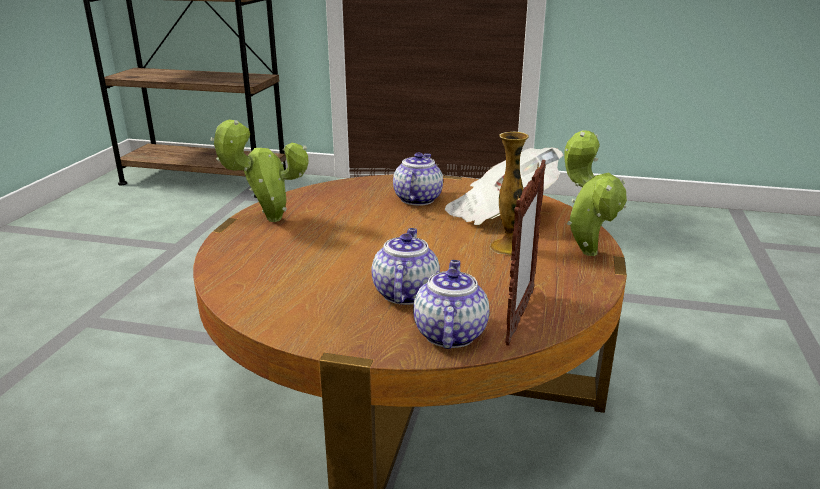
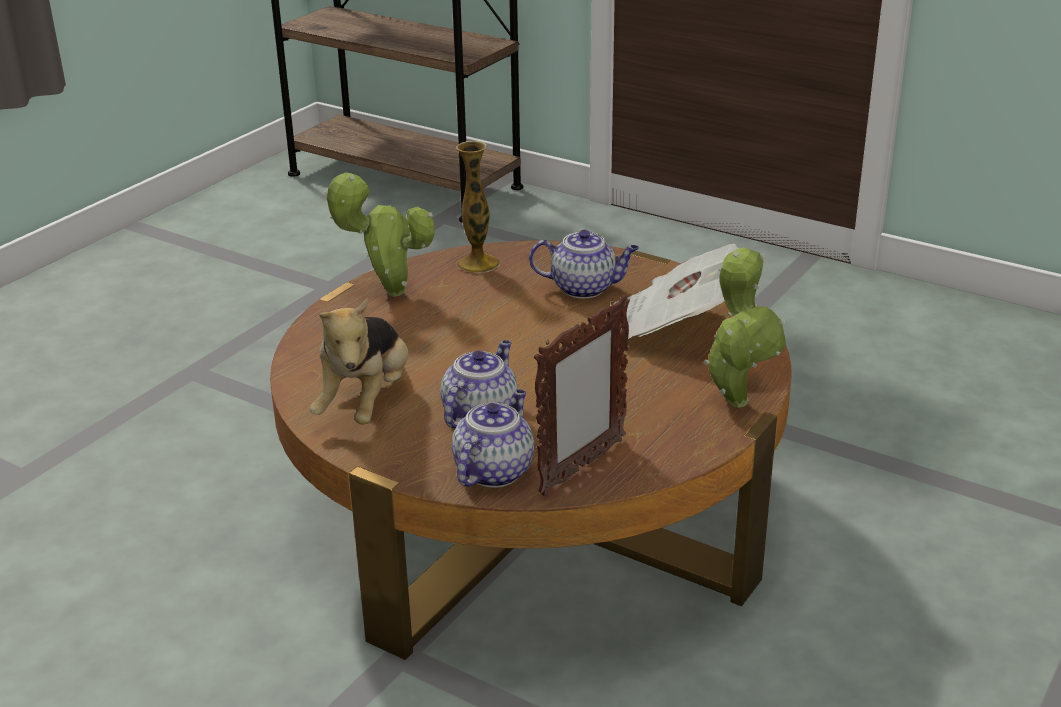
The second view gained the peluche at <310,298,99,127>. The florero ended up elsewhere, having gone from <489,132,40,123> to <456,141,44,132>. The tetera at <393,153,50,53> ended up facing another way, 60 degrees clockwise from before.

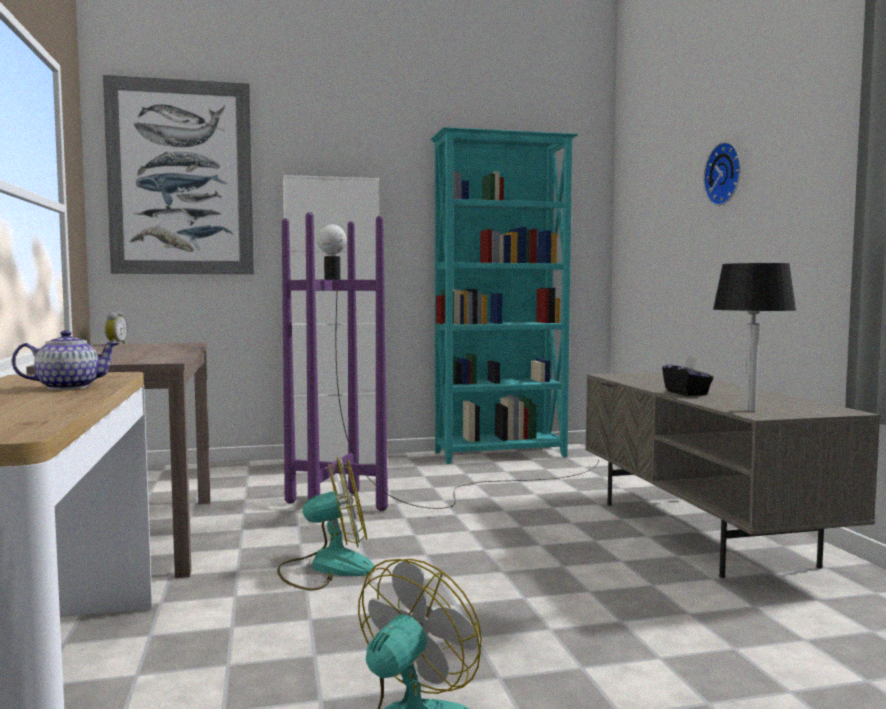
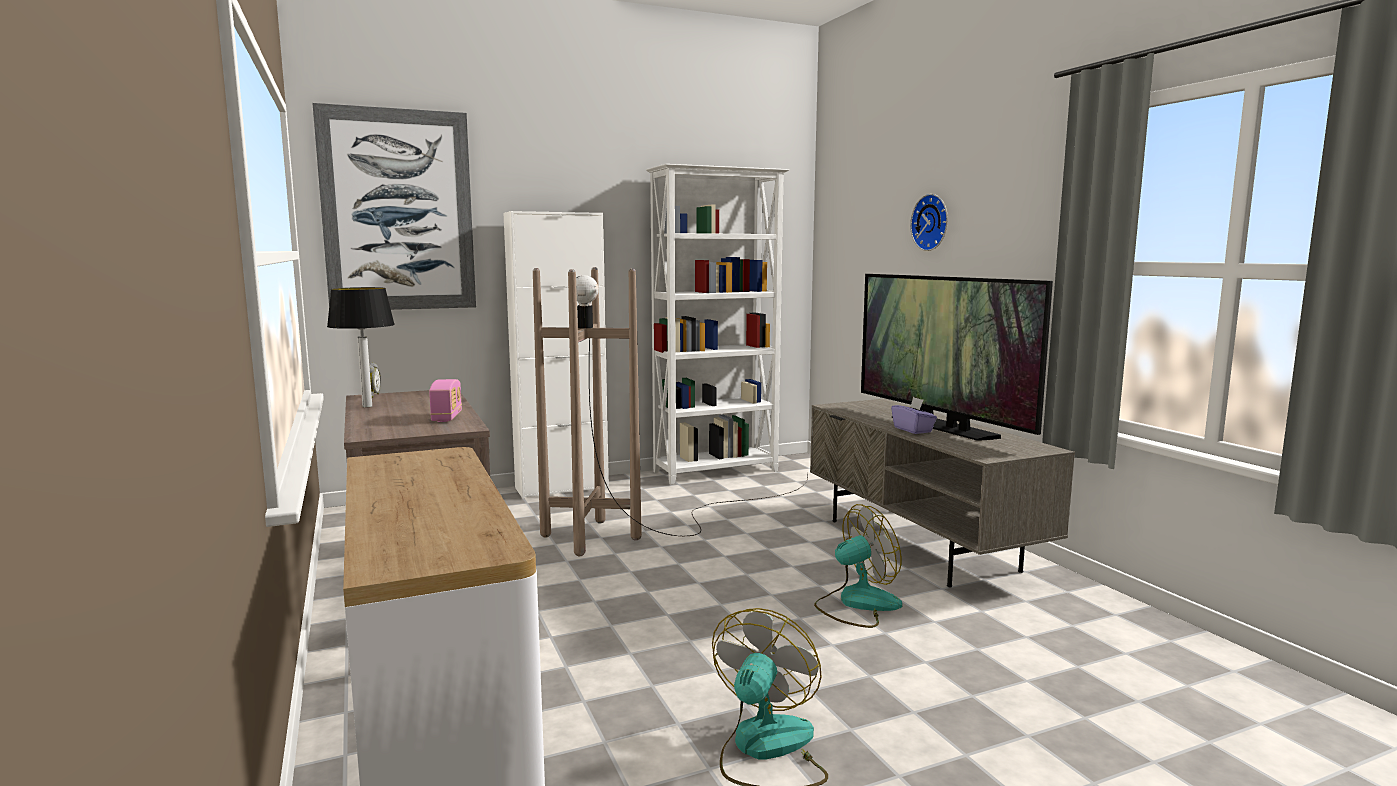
The lámpara de mesa ended up elsewhere, having gone from <713,263,83,148> to <327,287,68,120>. The second view gained the radio at <429,379,33,43>. What was the lámpara de pie/morado at <282,212,317,299> turned into the lámpara de pie/marrón at <533,267,275,289>. What was the estantería/turquesa at <430,127,148,337> turned into the estantería/blanco at <646,164,143,321>. The ventilador ended up elsewhere, having gone from <277,456,97,135> to <814,504,88,124>. The second view gained the televisor at <861,274,192,167>. What was the caja de pañuelos/negro at <662,356,52,40> turned into the caja de pañuelos/morado at <891,397,46,37>. The second view lost the tetera at <11,330,109,60>.

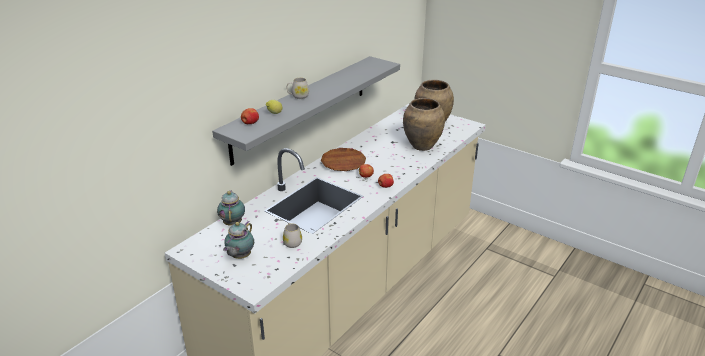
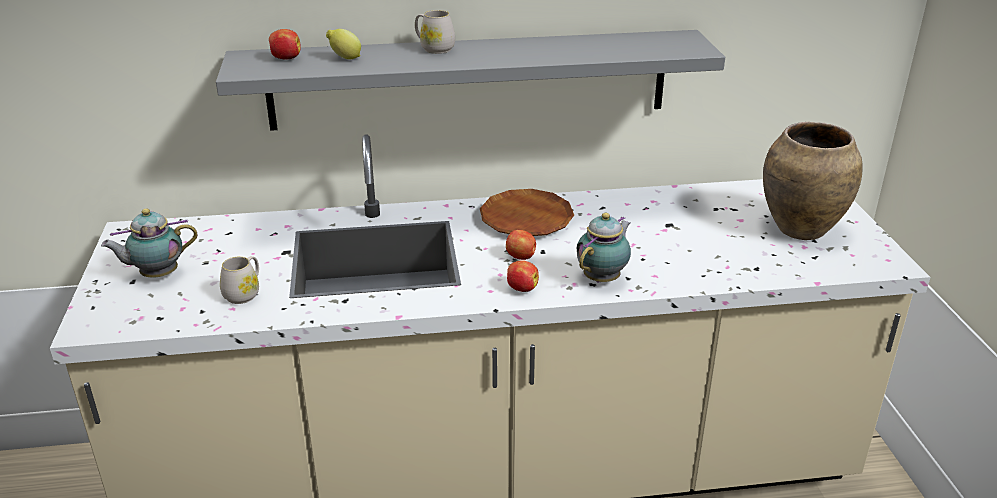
The tetera ended up elsewhere, having gone from <217,190,28,36> to <577,213,54,70>. The second view lost the florero/marrón at <403,98,42,53>.

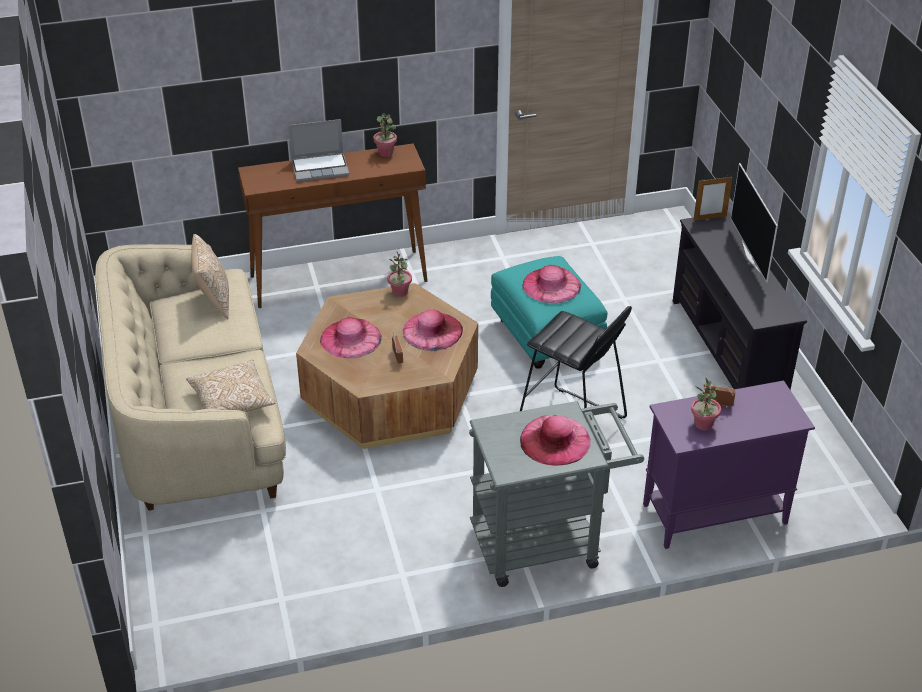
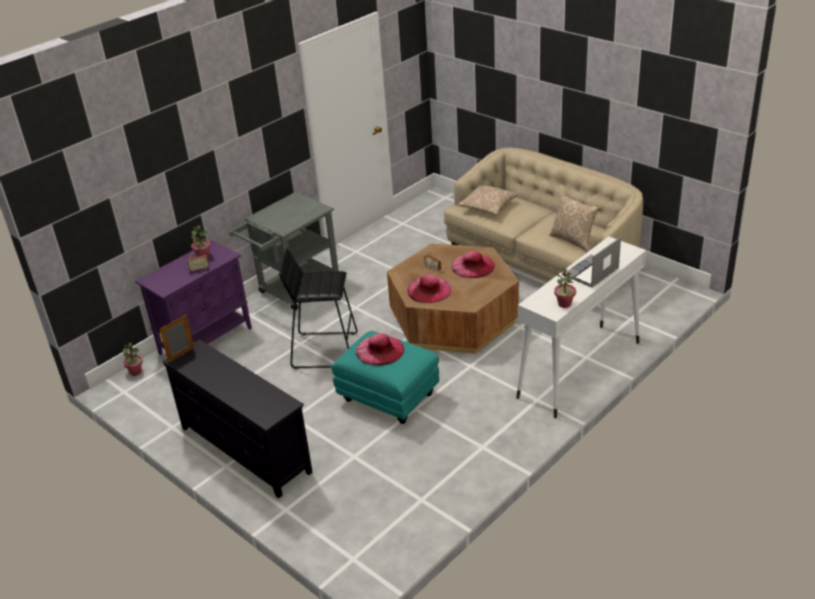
The planta en maceta ended up elsewhere, having gone from <387,252,25,45> to <122,343,21,33>. The portarretratos ended up elsewhere, having gone from <693,177,40,44> to <159,315,35,47>. What was the mesa consola/marrón at <238,143,190,165> turned into the mesa consola/blanco at <516,236,130,182>. The second view lost the sombrero/rosa at <520,415,71,51>. The second view lost the televisor at <731,163,47,120>.

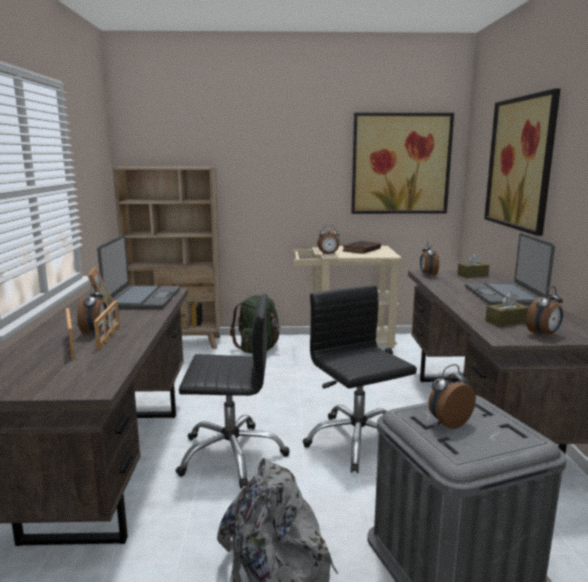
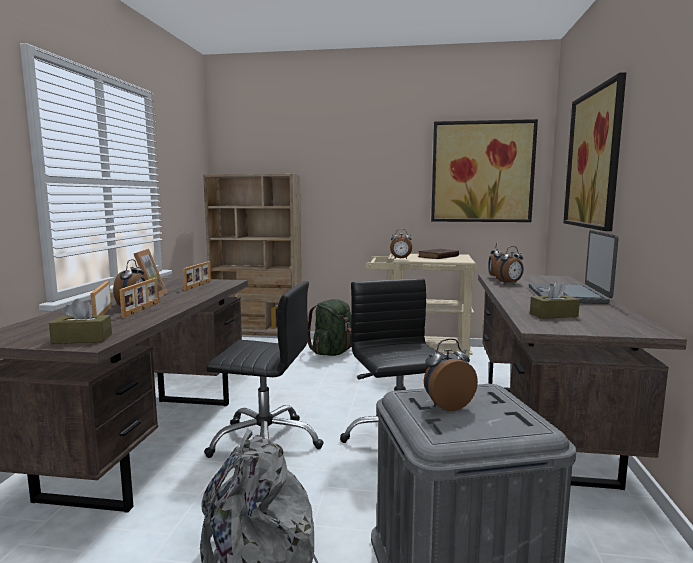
The caja de pañuelos/marrón ended up elsewhere, having gone from <457,253,32,25> to <49,299,63,45>. Where the portátil stood at <97,235,83,74>, the portarretratos came to stand at <183,261,28,30>. The despertador ended up elsewhere, having gone from <526,287,37,50> to <495,246,29,38>.

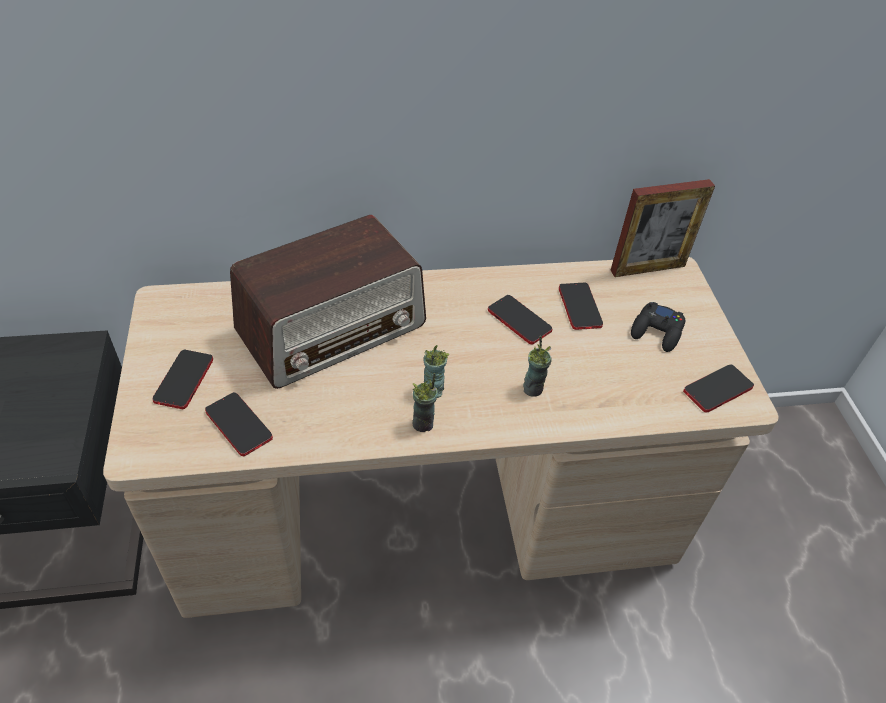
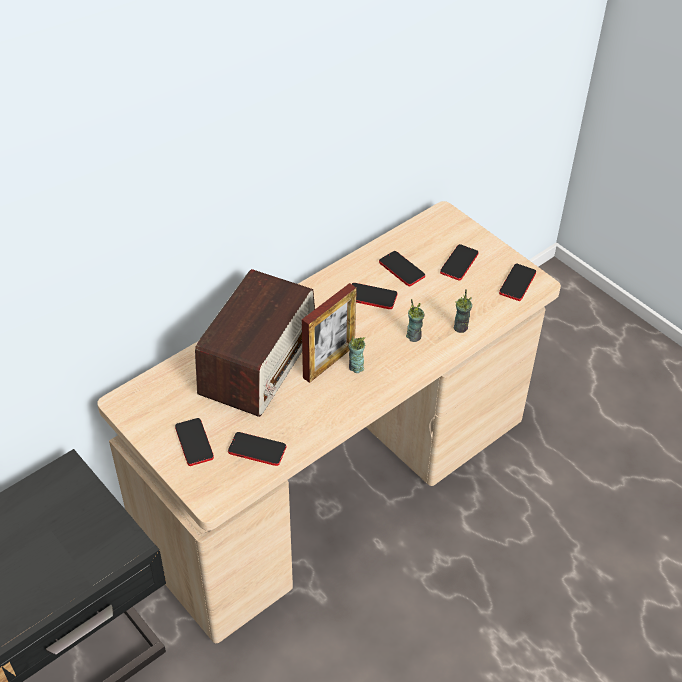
The portarretratos ended up elsewhere, having gone from <611,179,104,98> to <302,283,55,100>. Where the mando de consola/negro stood at <631,302,54,50>, the móvil came to stand at <440,244,38,37>. The taza ended up elsewhere, having gone from <413,373,25,59> to <454,289,18,44>.

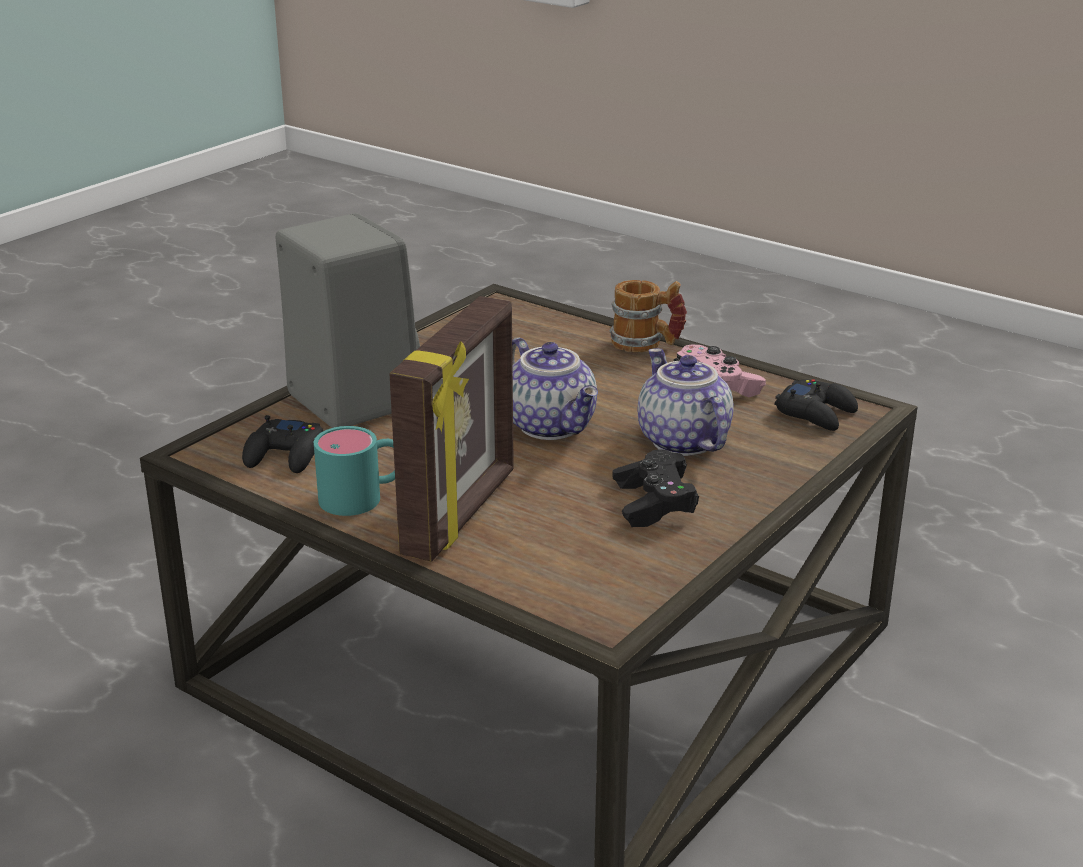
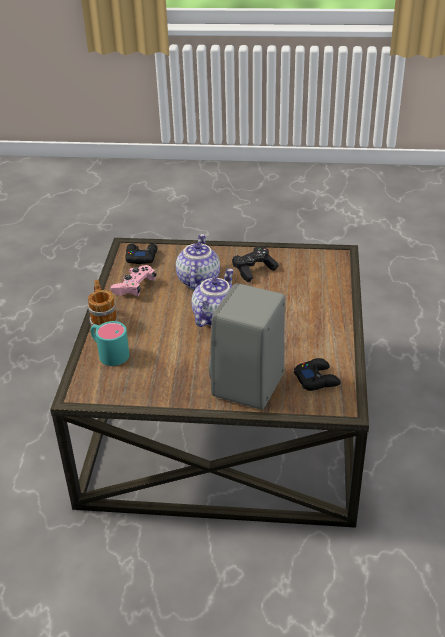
The taza grande/turquesa ended up elsewhere, having gone from <314,426,81,90> to <91,321,38,45>. The tetera at <638,348,96,108> ended up facing another way, 150 degrees clockwise from before. The second view lost the portarretratos at <390,296,124,266>.

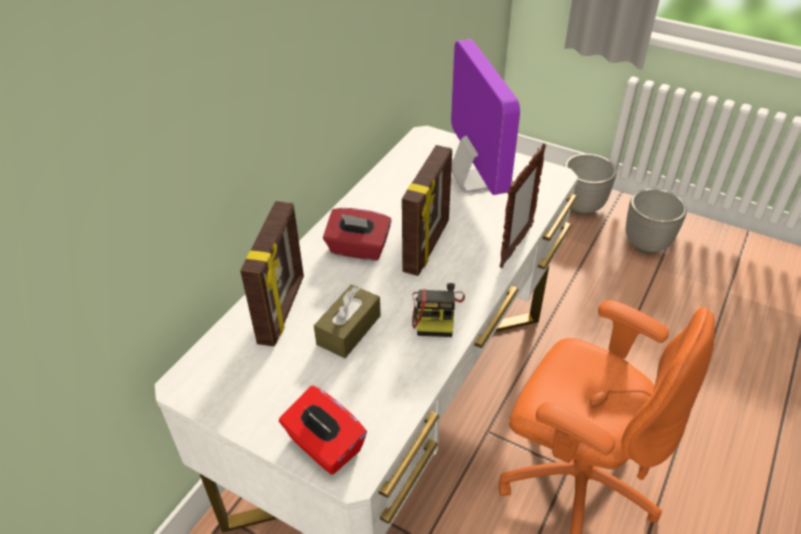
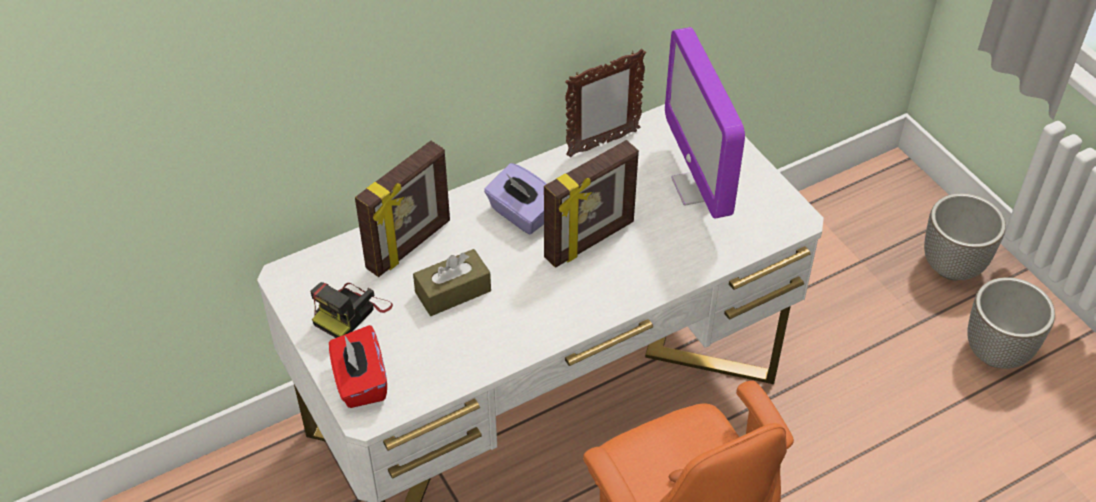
The cámara ended up elsewhere, having gone from <412,283,53,54> to <310,282,83,56>. What was the caja de pañuelos/rojo at <323,208,69,53> turned into the caja de pañuelos/morado at <484,163,63,71>. The portarretratos ended up elsewhere, having gone from <499,143,47,125> to <565,49,81,108>. The monitor at <451,39,69,156> ended up facing another way, 150 degrees clockwise from before.

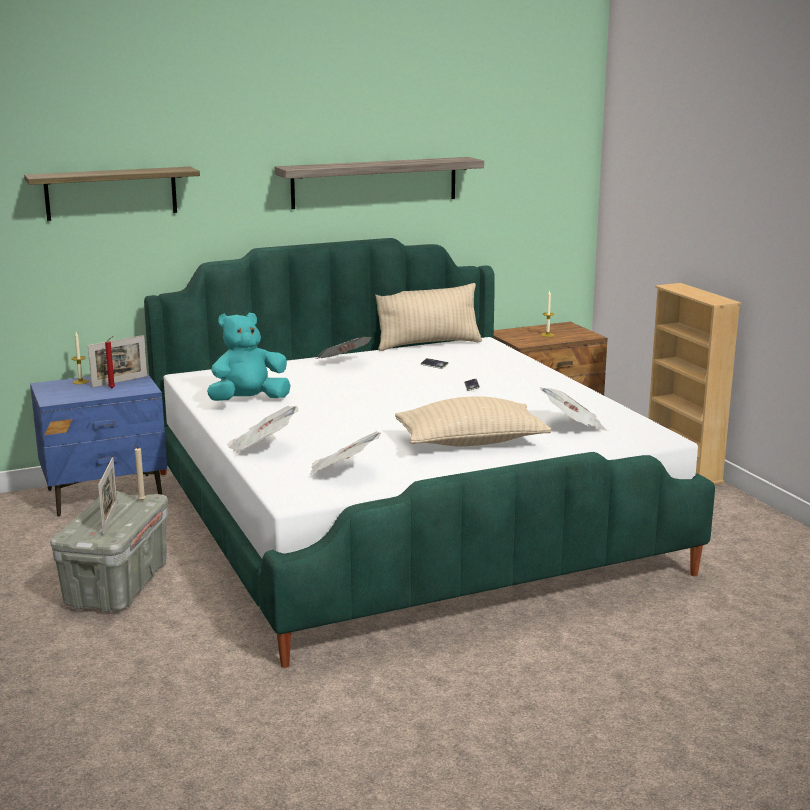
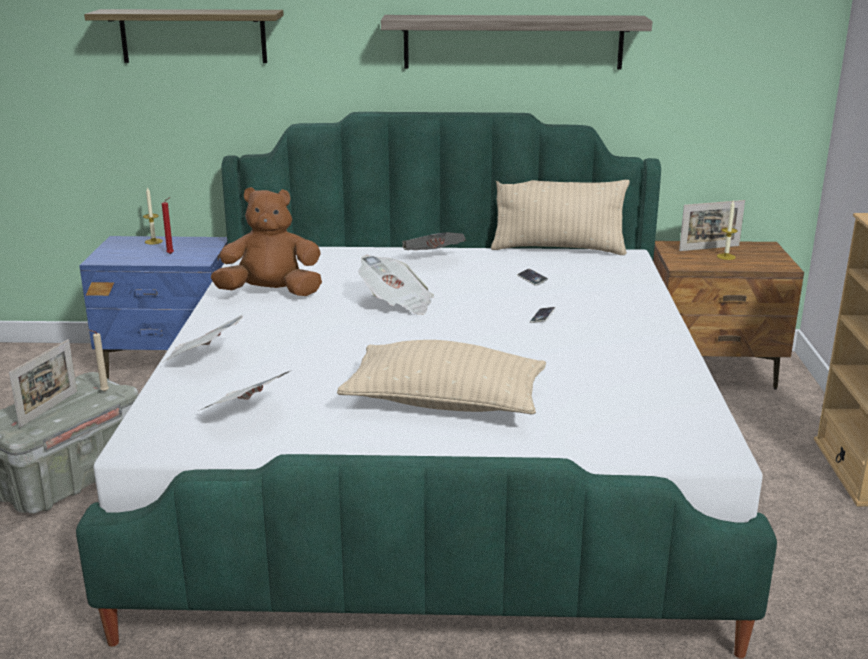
What was the peluche/turquesa at <207,313,84,88> turned into the peluche/marrón at <211,187,111,109>. The periódico ended up elsewhere, having gone from <540,387,68,44> to <358,255,76,60>. The portarretratos ended up elsewhere, having gone from <88,335,59,53> to <679,200,66,51>.

